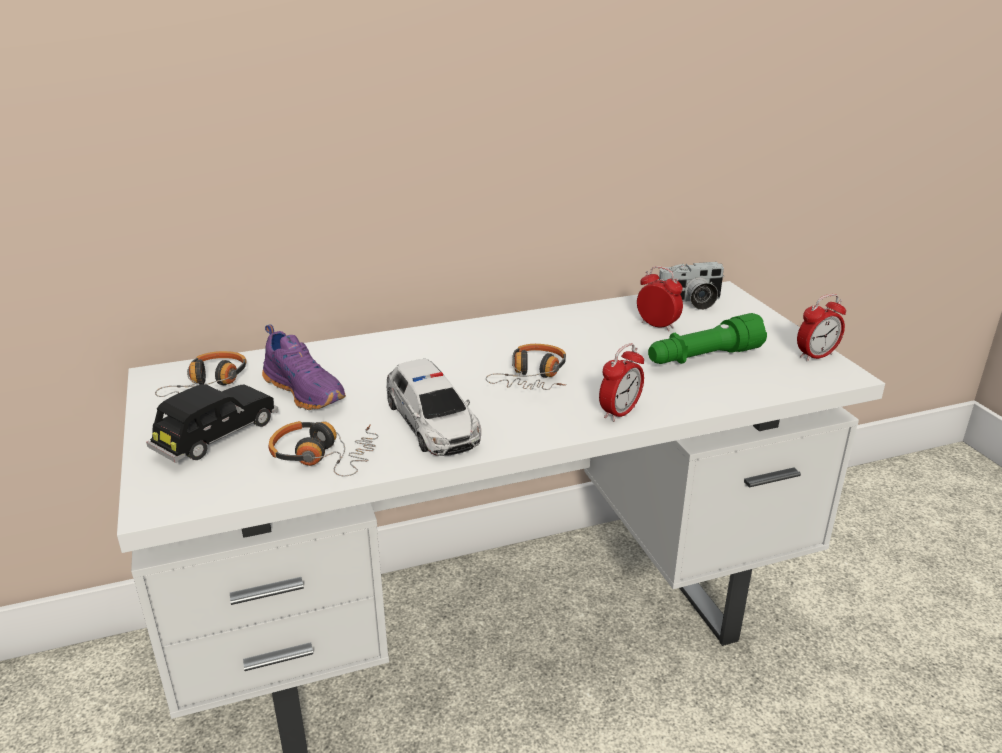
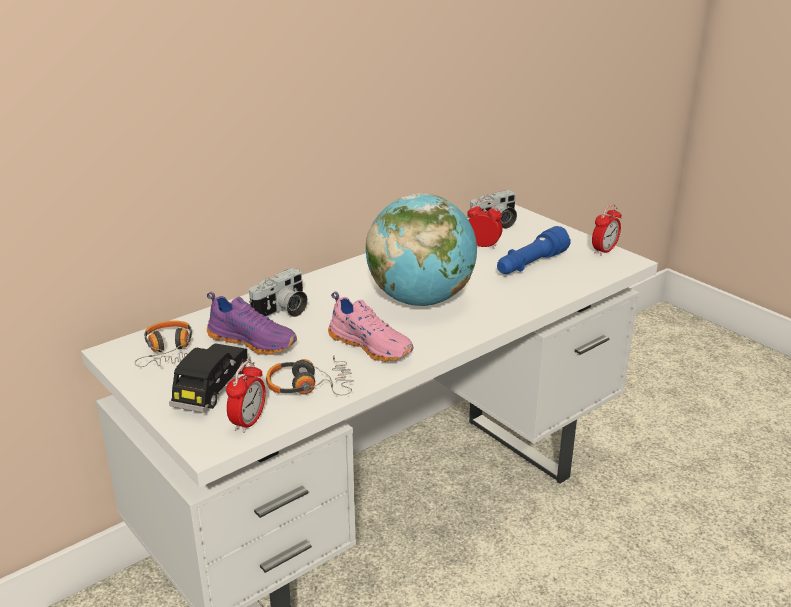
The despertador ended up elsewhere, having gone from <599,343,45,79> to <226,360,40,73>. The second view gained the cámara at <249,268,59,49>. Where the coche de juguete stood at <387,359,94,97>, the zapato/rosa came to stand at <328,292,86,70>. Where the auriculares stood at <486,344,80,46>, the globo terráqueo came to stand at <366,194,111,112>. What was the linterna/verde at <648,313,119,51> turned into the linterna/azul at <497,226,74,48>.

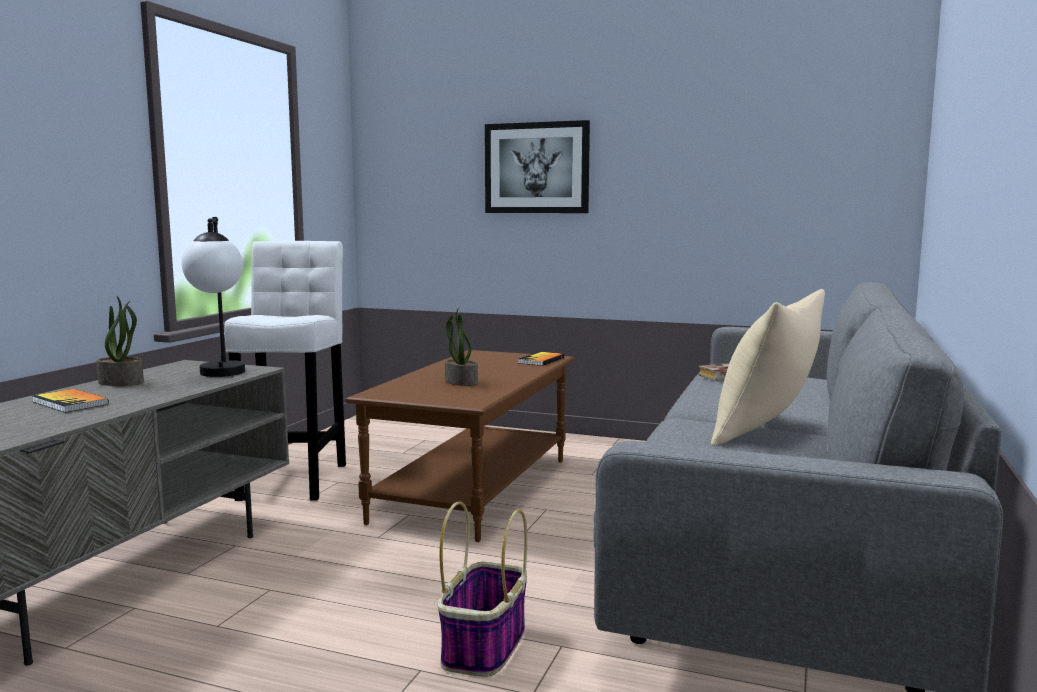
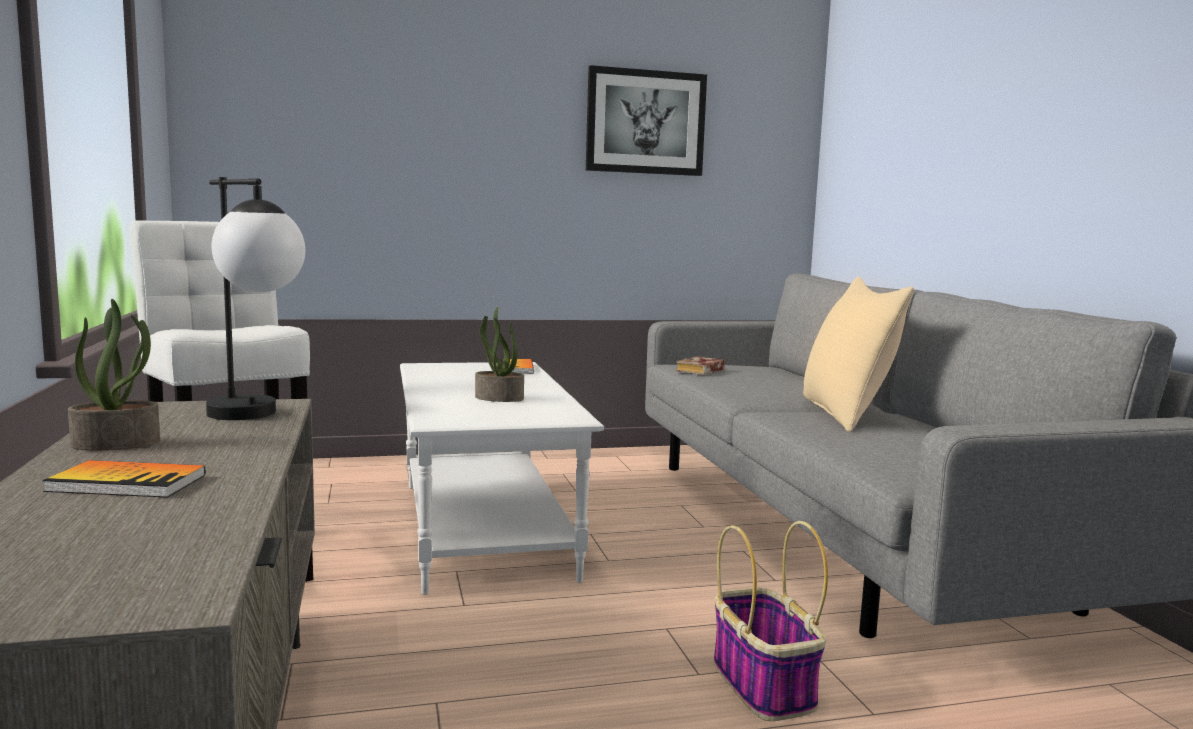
What was the mesa de centro/marrón at <345,350,230,192> turned into the mesa de centro/blanco at <400,362,204,233>. The cuadro ended up elsewhere, having gone from <485,120,105,93> to <586,65,121,111>.

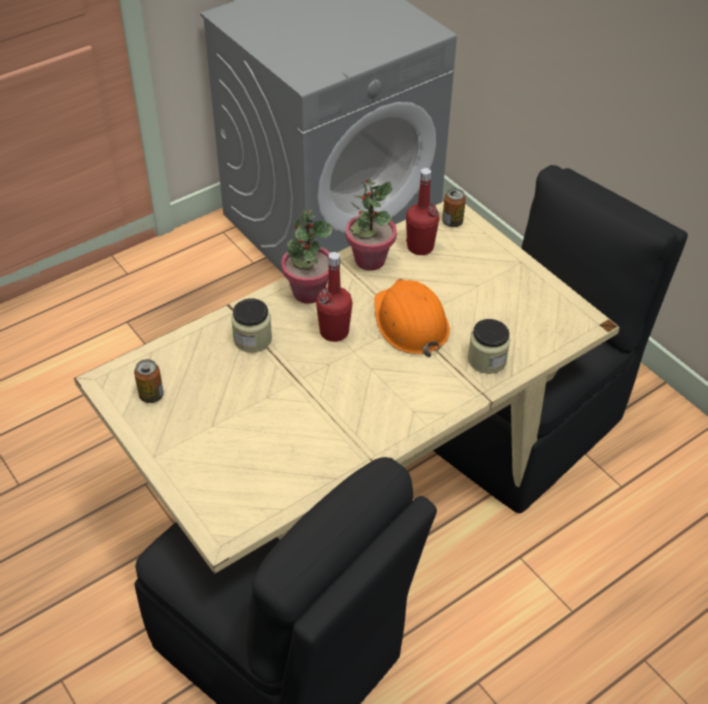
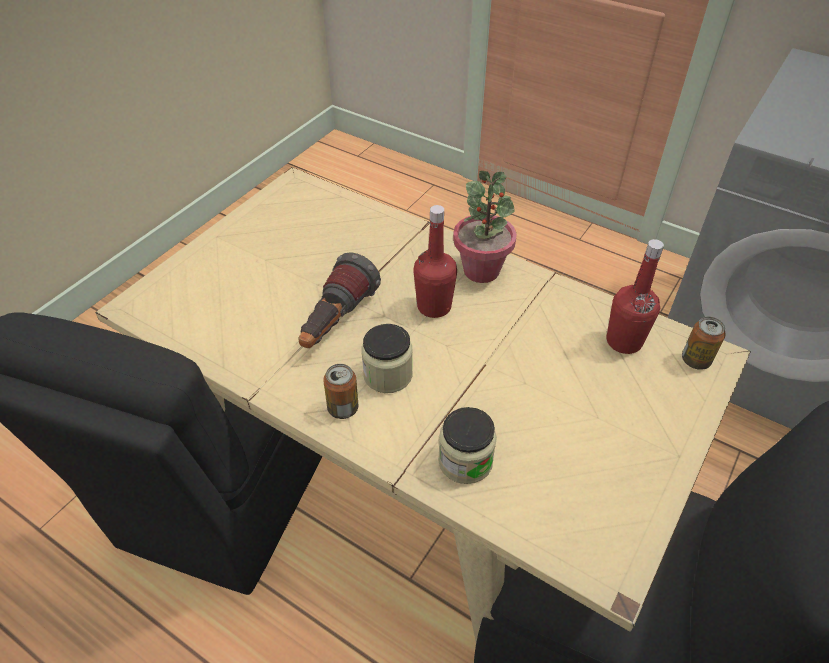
The second view gained the linterna at <298,252,83,96>. The lata ended up elsewhere, having gone from <134,359,30,44> to <323,364,36,55>. The tarro ended up elsewhere, having gone from <231,298,41,55> to <361,324,52,69>. The second view lost the planta en maceta at <345,178,52,93>. The second view lost the casco/naranja at <374,279,76,78>.

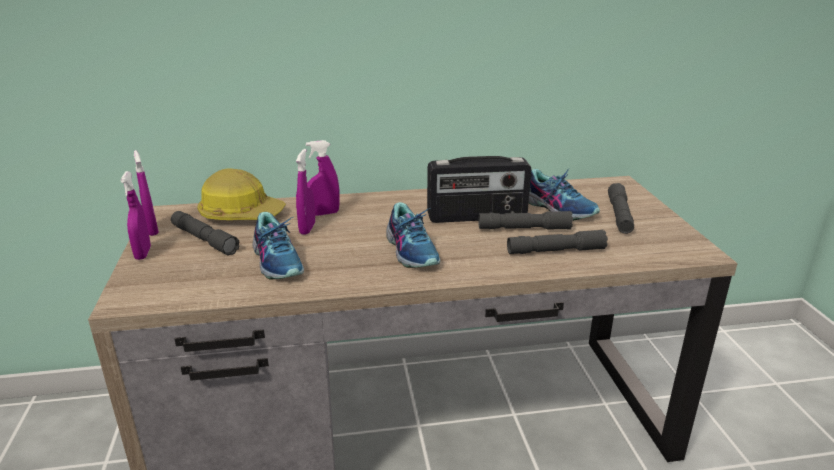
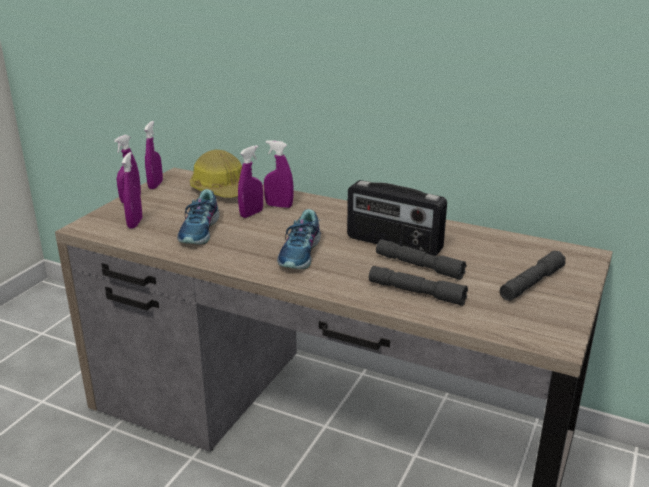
The second view gained the pulverizador/morado at <122,152,20,76>. The second view lost the linterna/gris at <171,211,69,45>. The second view lost the zapato at <529,168,71,53>.

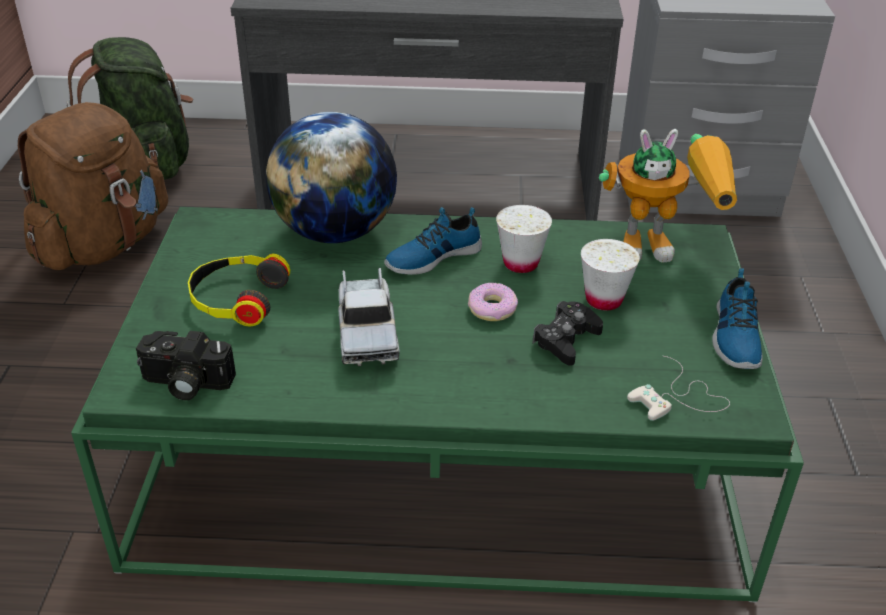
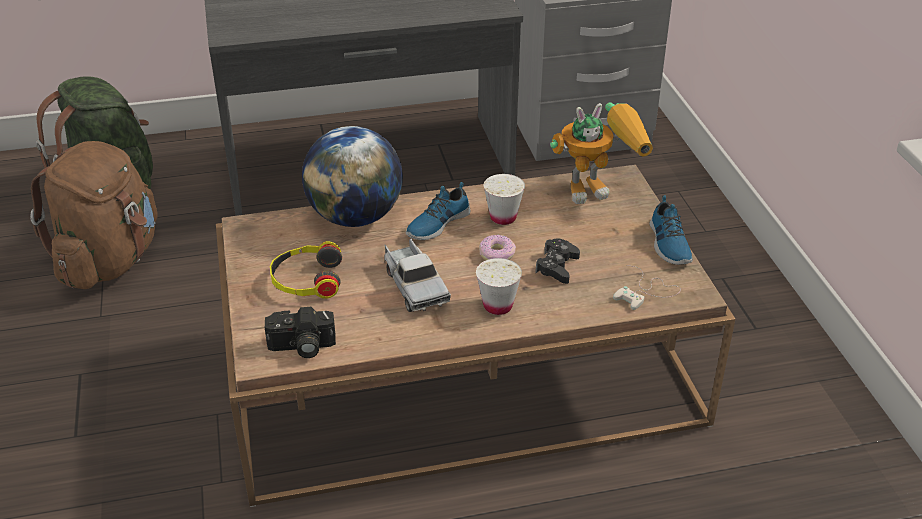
What was the mesa de centro/verde at <71,207,733,395> turned into the mesa de centro/marrón at <216,165,520,342>. The taza/blanco ended up elsewhere, having gone from <581,239,59,71> to <476,258,46,57>.

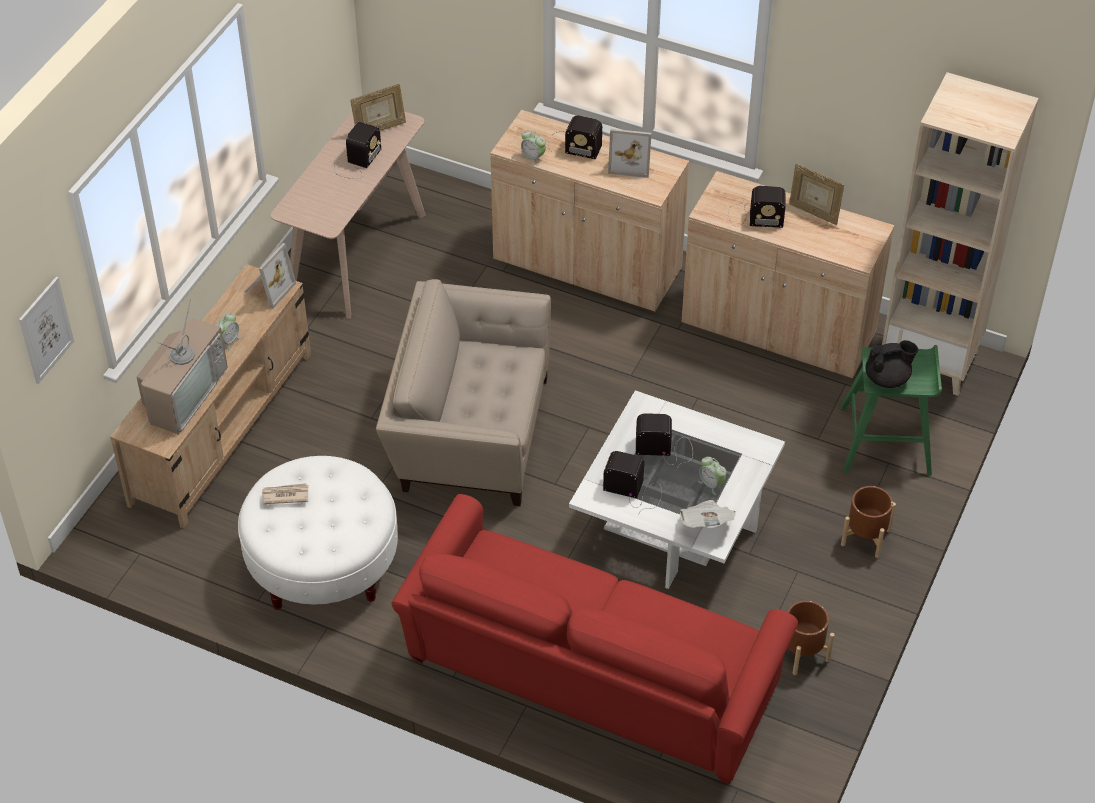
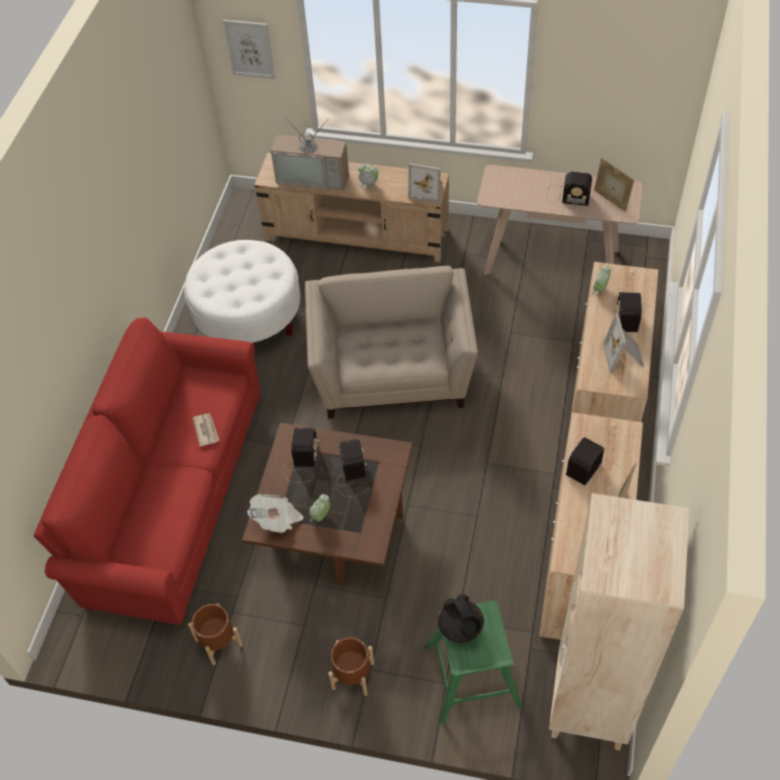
The periódico ended up elsewhere, having gone from <262,483,46,21> to <193,413,26,34>. What was the mesa de centro/blanco at <569,390,216,199> turned into the mesa de centro/marrón at <242,423,170,164>. The radio at <728,186,57,42> ended up facing another way, 45 degrees clockwise from before.

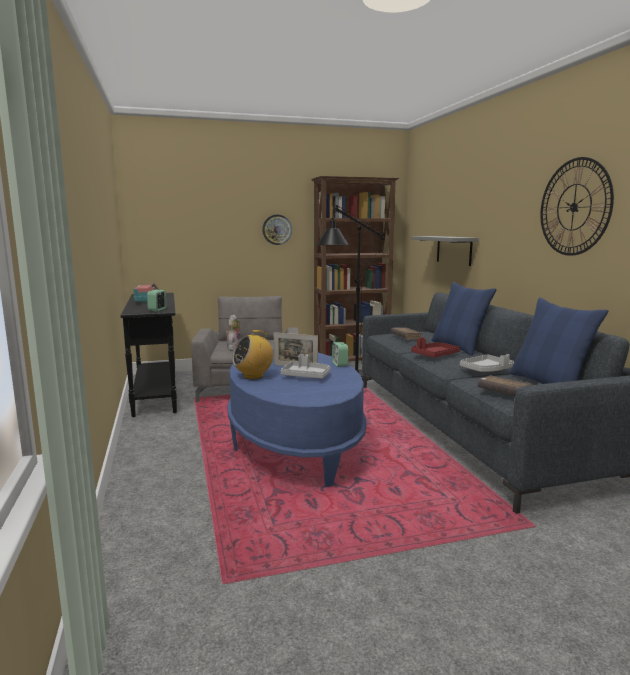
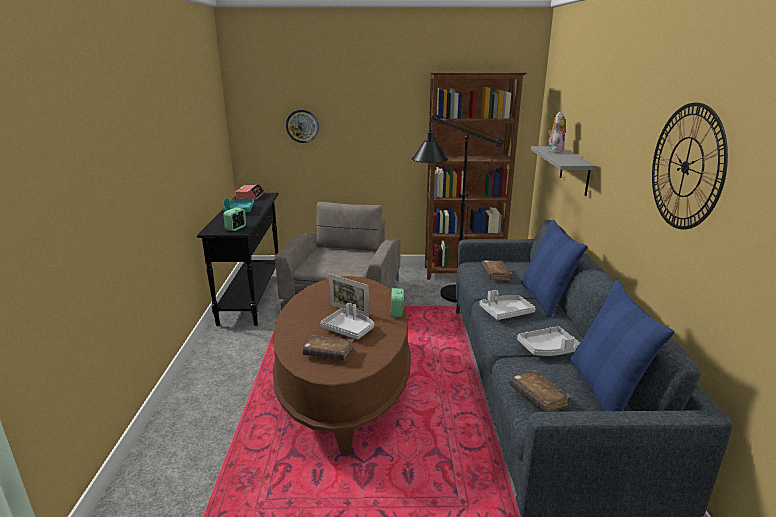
What was the mesa de centro/azul at <227,349,140,138> turned into the mesa de centro/marrón at <272,276,139,180>. The reloj de pared ended up elsewhere, having gone from <262,215,30,30> to <286,110,33,33>. The second view gained the libro/marrón at <303,335,51,25>. What was the bandeja/rojo at <411,337,49,20> turned into the bandeja/gris at <479,290,57,30>. The peluche ended up elsewhere, having gone from <226,315,15,35> to <548,112,17,41>. The second view lost the radio at <232,330,41,49>.

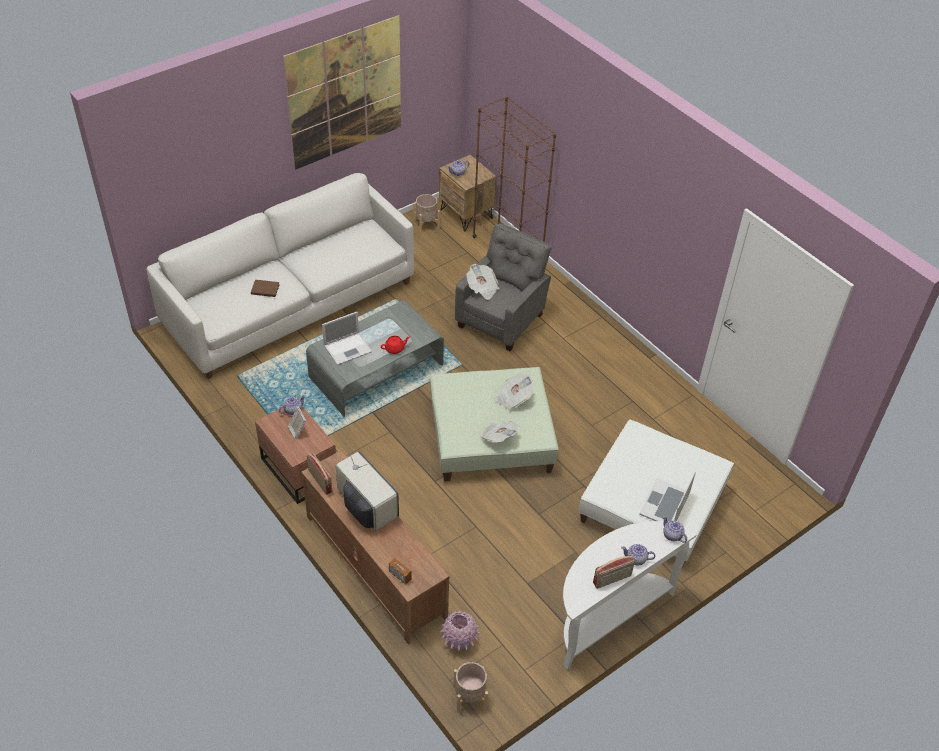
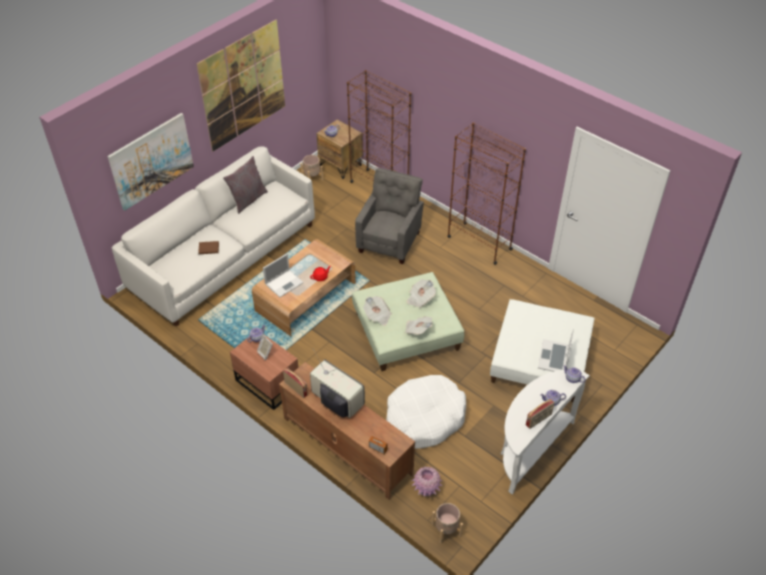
The second view gained the cuadro at <107,113,87,98>. The second view gained the cojín/gris at <223,156,45,58>. What was the mesa de centro/gris at <306,300,138,117> turned into the mesa de centro/marrón at <252,239,104,97>. The periódico ended up elsewhere, having gone from <466,264,33,36> to <363,296,29,30>. The second view gained the cama para perro/blanco at <386,375,80,74>. The second view gained the estantería/marrón at <448,122,78,143>.

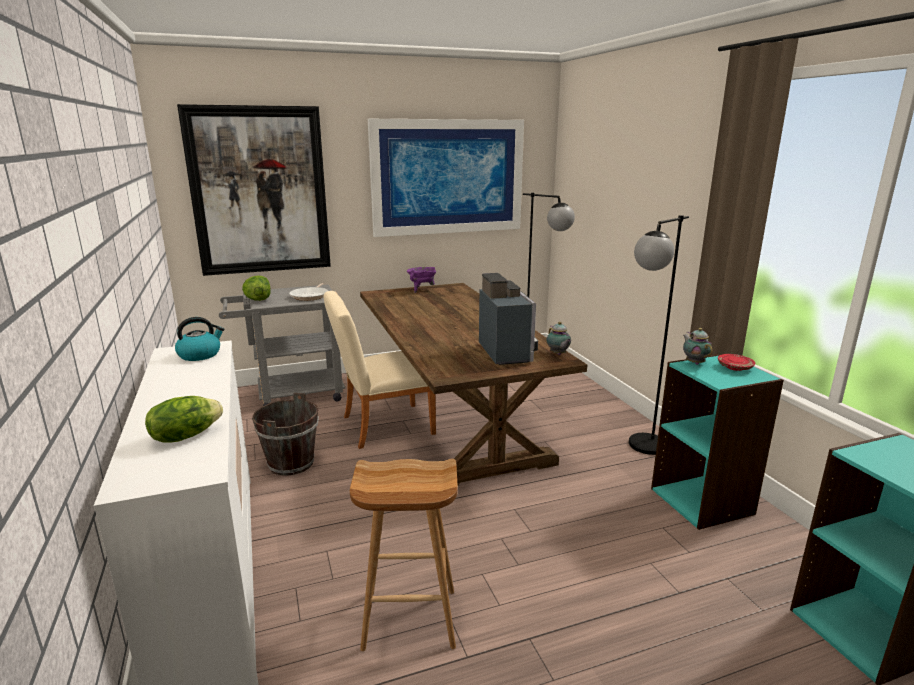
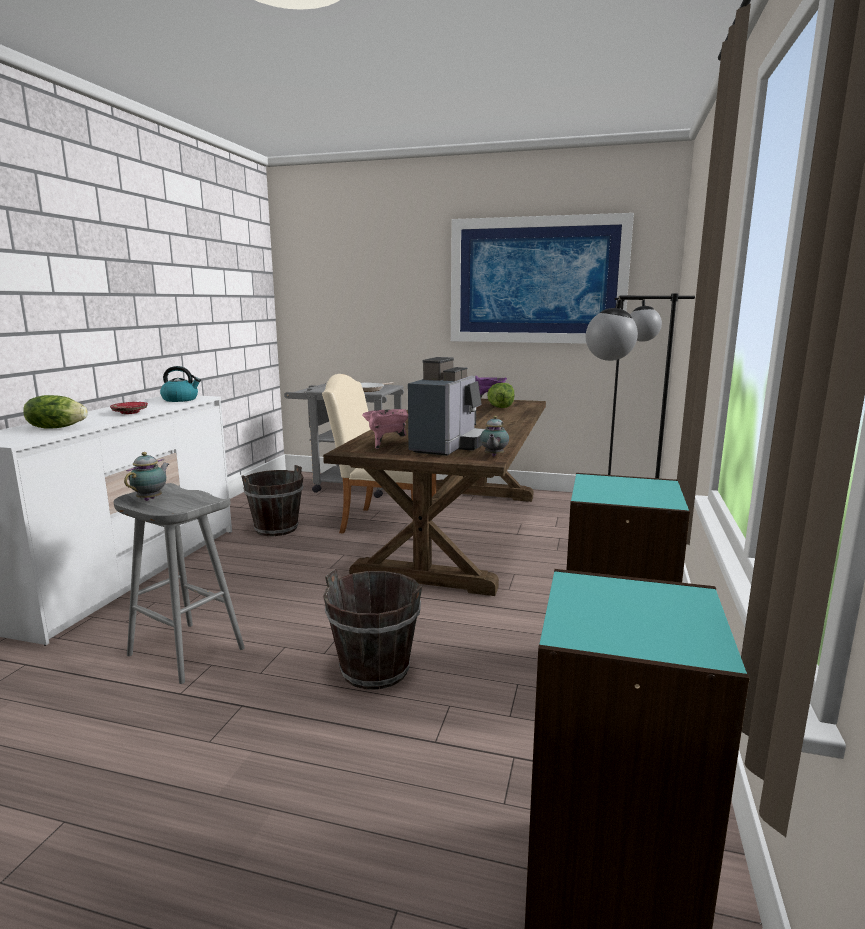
The plato/rojo ended up elsewhere, having gone from <718,354,37,17> to <110,402,38,12>. What was the taburete/marrón at <350,459,108,192> turned into the taburete/gris at <113,483,132,201>. The tetera ended up elsewhere, having gone from <683,328,30,37> to <124,452,45,49>. The second view gained the cubo/marrón at <323,569,100,120>. The second view gained the olla/rosa at <362,409,46,40>. The lechuga ended up elsewhere, having gone from <242,275,29,26> to <487,383,27,25>. The second view lost the cuadro at <177,104,154,172>.

